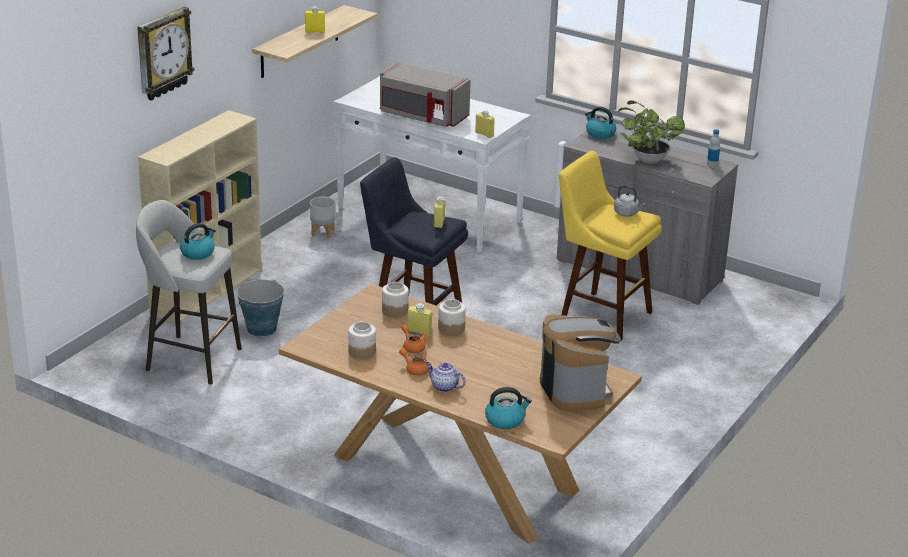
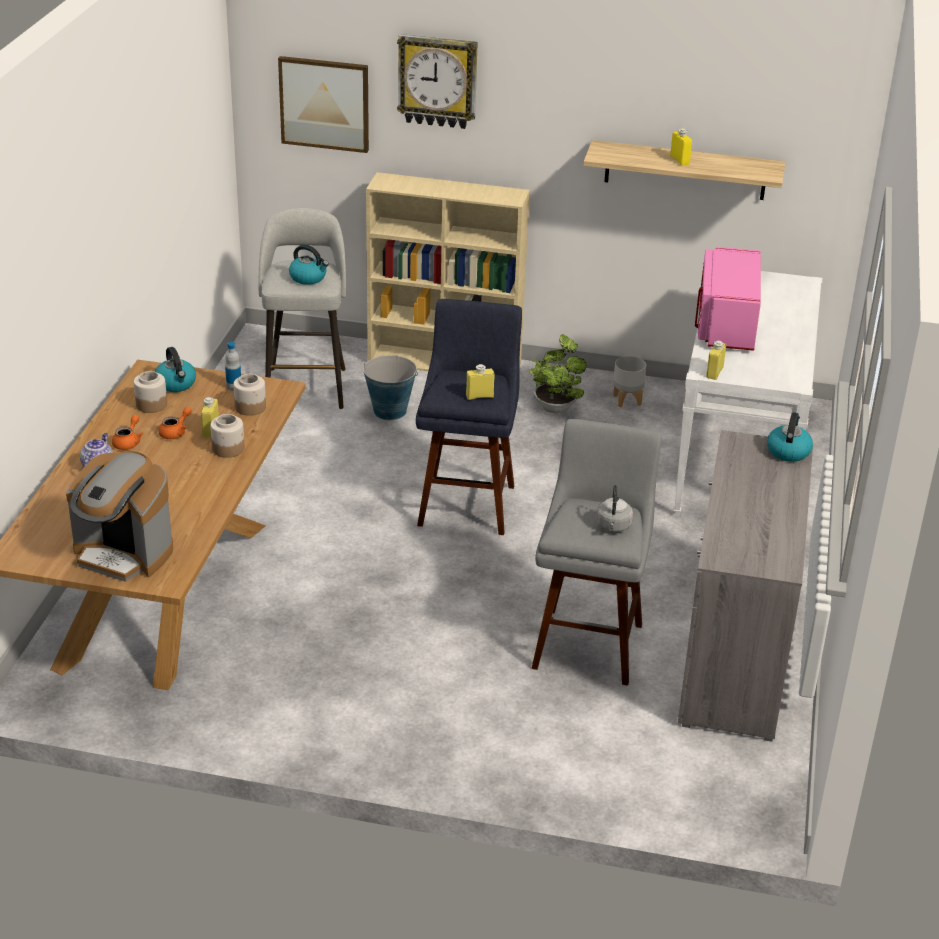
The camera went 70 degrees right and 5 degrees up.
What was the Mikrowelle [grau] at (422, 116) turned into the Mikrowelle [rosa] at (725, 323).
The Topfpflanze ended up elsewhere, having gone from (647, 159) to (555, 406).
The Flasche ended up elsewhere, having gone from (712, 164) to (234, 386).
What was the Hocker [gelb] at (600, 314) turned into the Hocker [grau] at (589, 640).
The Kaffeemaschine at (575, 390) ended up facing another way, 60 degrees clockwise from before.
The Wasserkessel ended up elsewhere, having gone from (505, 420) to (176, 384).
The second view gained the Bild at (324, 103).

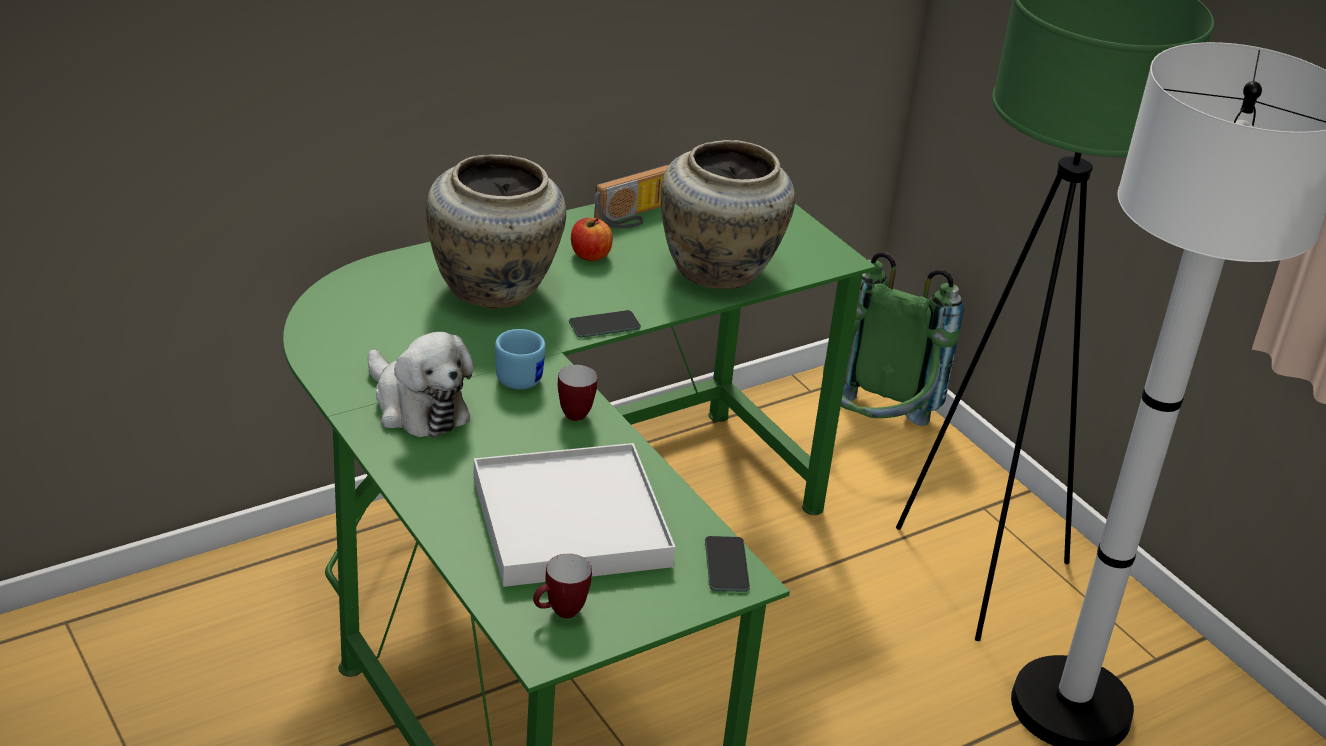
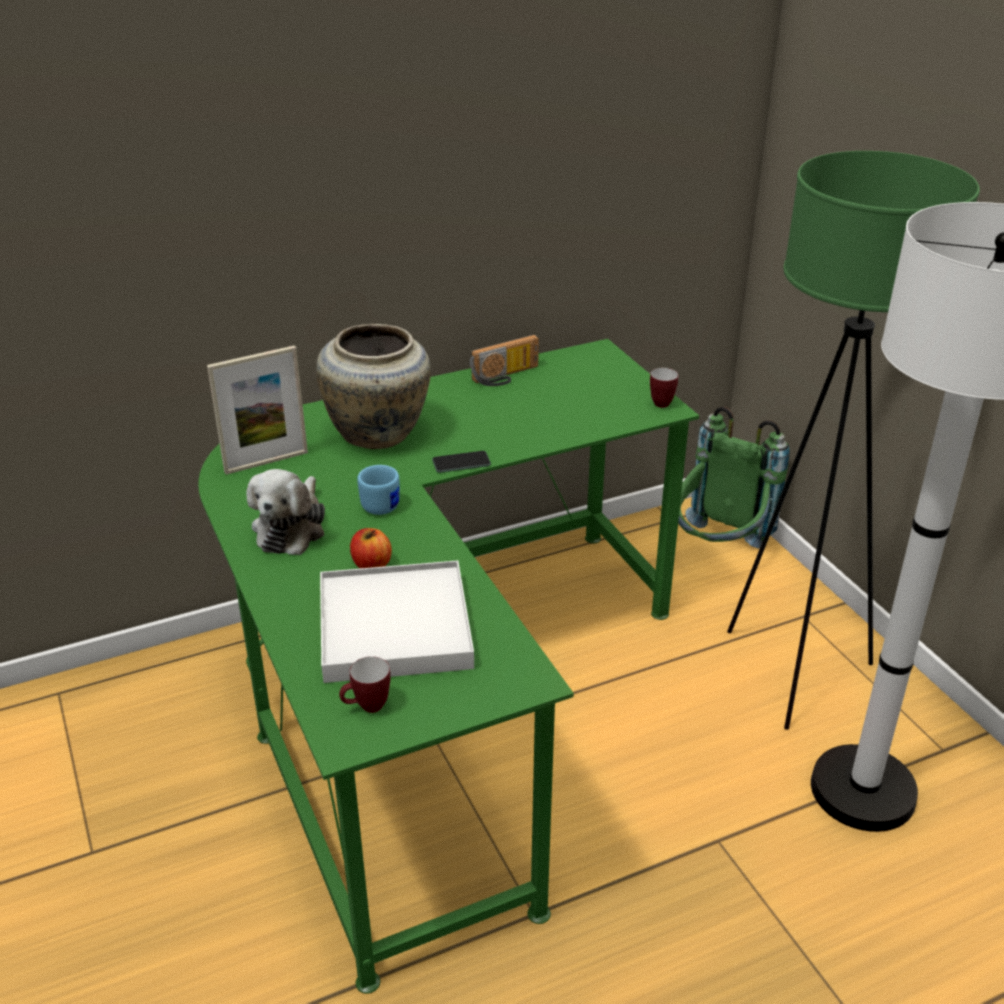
The camera went 10 degrees right and 0 degrees up.
The second view lost the Vase [beige] at (720, 272).
The Apfel ended up elsewhere, having gone from (590, 255) to (371, 564).
The Plüschtier at (417, 406) ended up facing another way, 45 degrees clockwise from before.
The Henkelbecher ended up elsewhere, having gone from (575, 412) to (661, 402).
The second view lost the Handy at (726, 565).
The second view gained the Bilderrahmen at (266, 462).

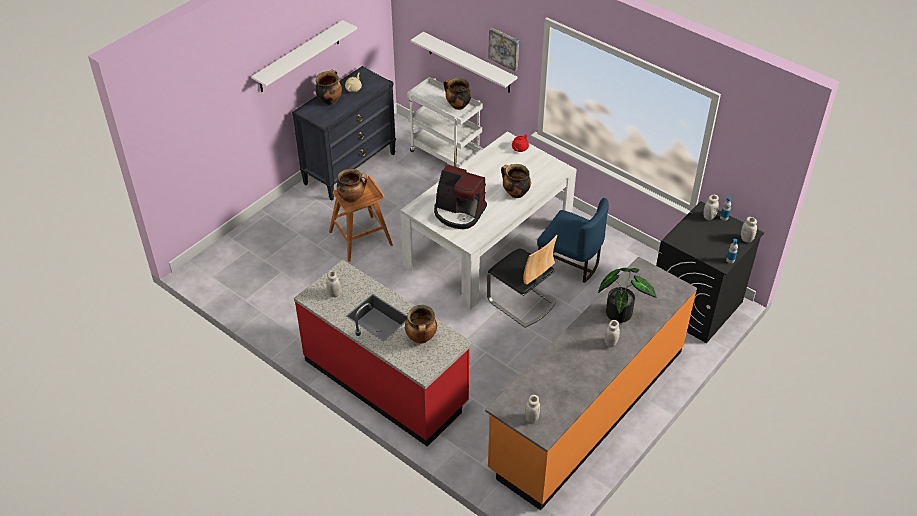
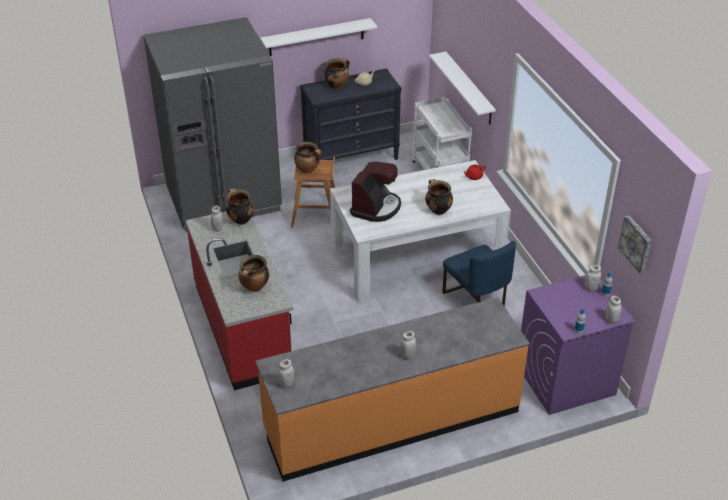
The camera went 30 degrees right and 5 degrees down.
The Bild ended up elsewhere, having gone from (504, 48) to (636, 243).
The Kochtopf ended up elsewhere, having gone from (457, 106) to (240, 220).
The Kaffeemaschine at (459, 212) ended up facing another way, 120 degrees counterclockwise from before.
What was the Waschmaschine [schwarz] at (695, 306) turned into the Waschmaschine [lila] at (565, 380).
The second view lost the Stuhl at (521, 302).
The second view lost the Topfpflanze at (621, 311).
The second view gained the Kühlschrank [grau] at (223, 198).

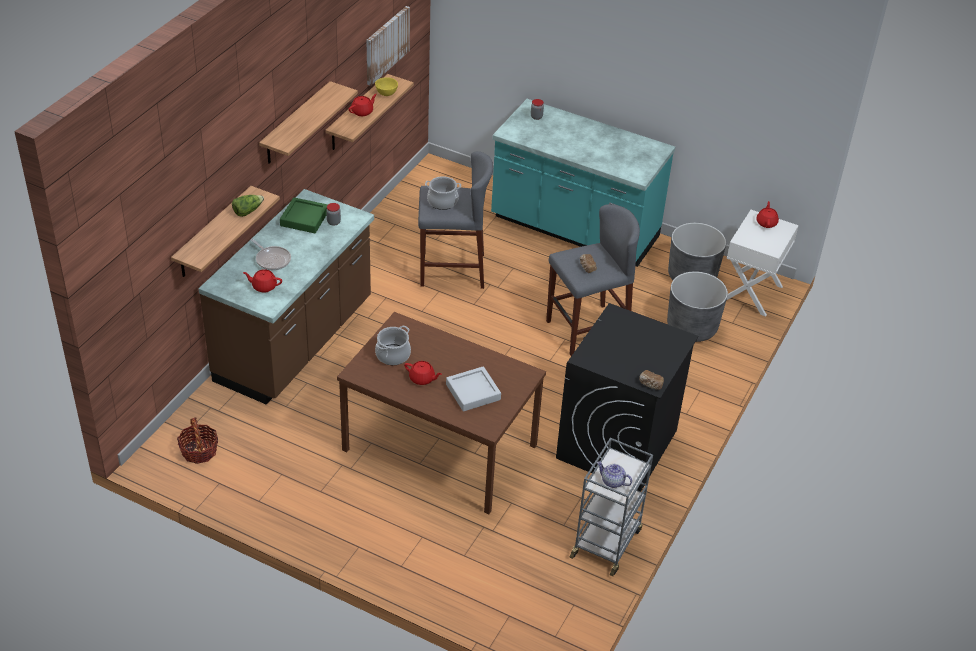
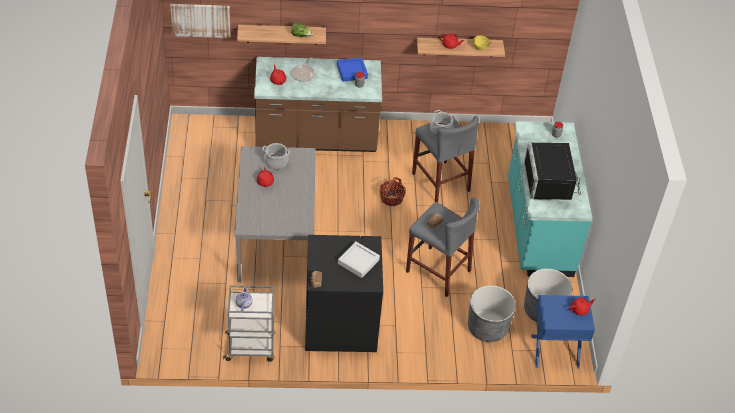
The camera went 60 degrees right and 5 degrees up.
The Bild ended up elsewhere, having gone from (386, 45) to (201, 20).
The second view lost the Wandregal at (296, 124).
What was the Tablett [grün] at (304, 219) turned into the Tablett [blau] at (352, 71).
What was the Nachttisch [weiß] at (752, 293) turned into the Nachttisch [blau] at (555, 352).
What was the Esstisch [braun] at (441, 447) turned into the Esstisch [grau] at (277, 239).
The Tablett [grau] ended up elsewhere, having gone from (473, 392) to (358, 261).
The Korb ended up elsewhere, having gone from (199, 451) to (391, 198).
The second view gained the Mikrowelle [schwarz] at (551, 182).

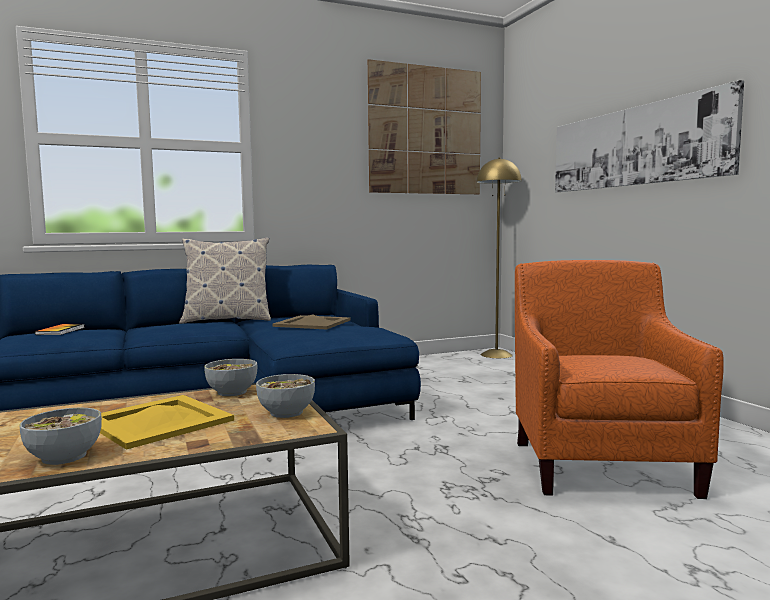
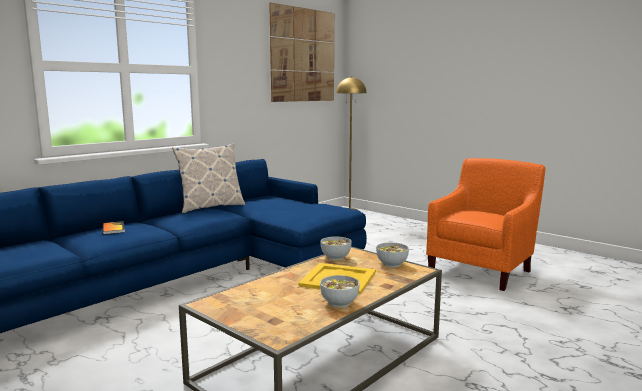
The camera went 25 degrees left and 5 degrees up.
The second view lost the Bild at (634, 146).
The Sessel [orange] at (601, 462) ended up facing another way, 60 degrees clockwise from before.
The second view lost the Tablett [beige] at (312, 323).

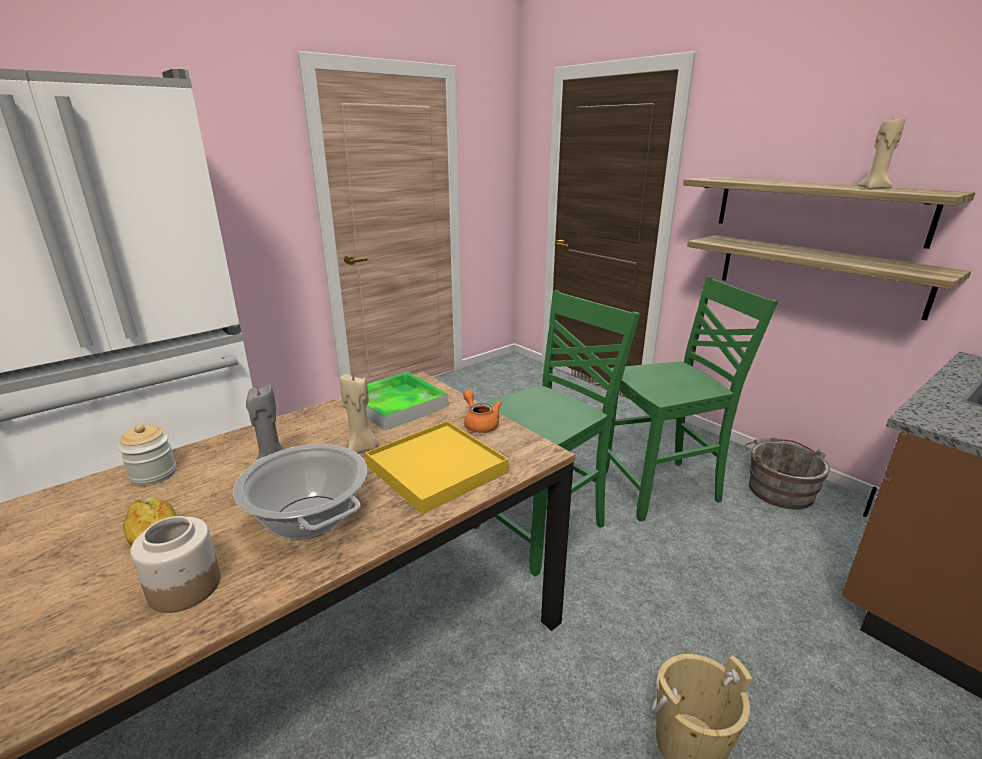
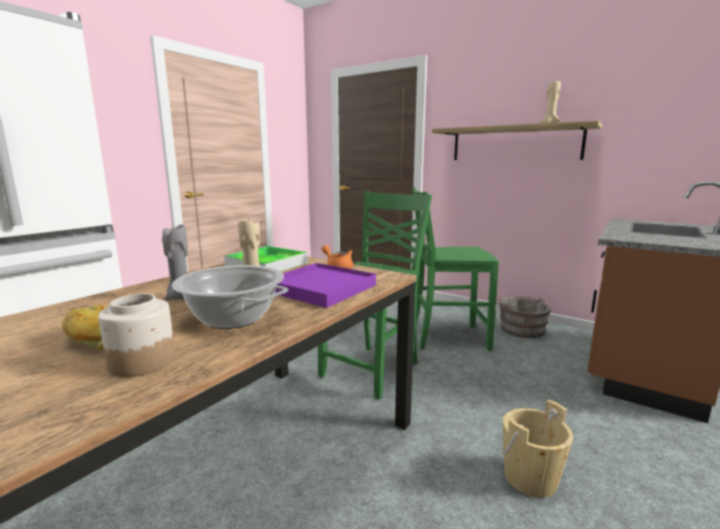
The camera went 15 degrees left and 10 degrees down.
The second view lost the Wandregal at (818, 274).
The Stuhl [grün] at (662, 488) ended up facing another way, 150 degrees counterclockwise from before.
What was the Tablett [gelb] at (436, 469) turned into the Tablett [lila] at (321, 288).
The second view lost the Vorratsglas at (153, 474).

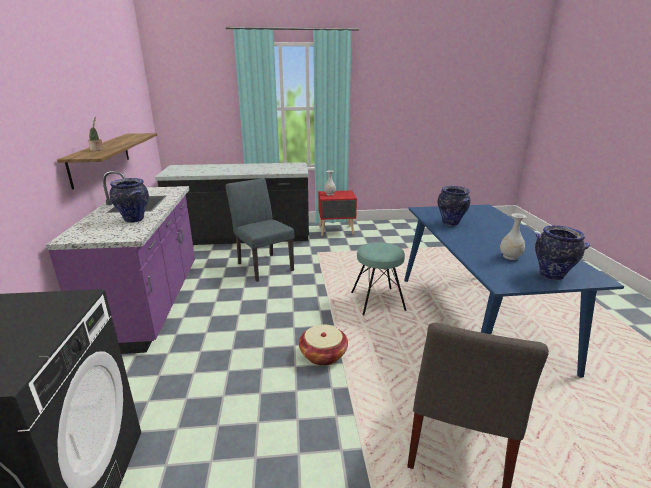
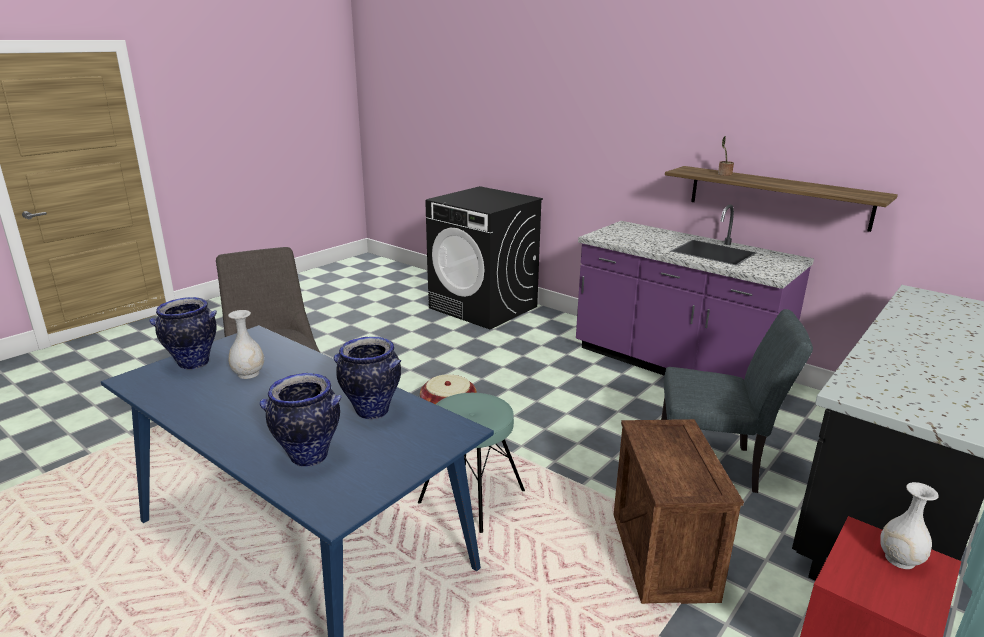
The camera went 135 degrees right and 0 degrees up.
The Vase ended up elsewhere, having gone from (134, 220) to (308, 457).
The second view gained the Kiste at (664, 556).

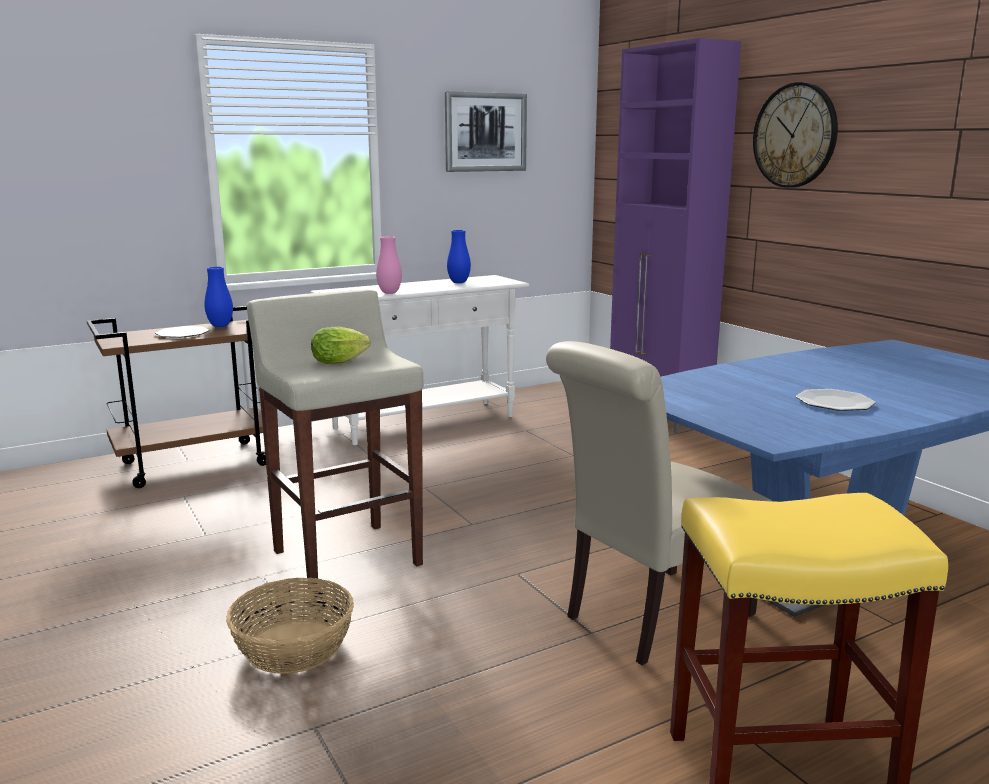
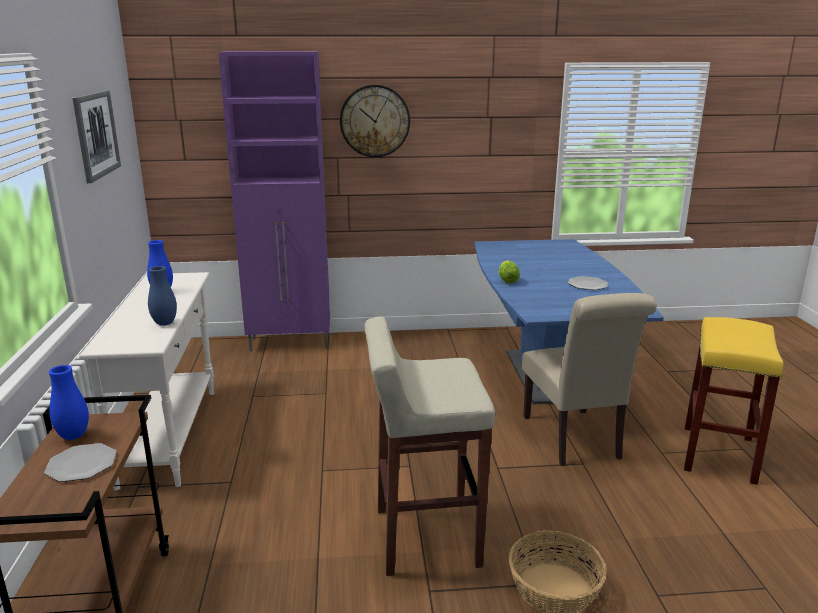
The camera went 65 degrees left and 5 degrees up.
What was the Vase [rosa] at (389, 293) turned into the Vase [blau] at (165, 323).
The Salatkopf ended up elsewhere, having gone from (342, 362) to (507, 280).

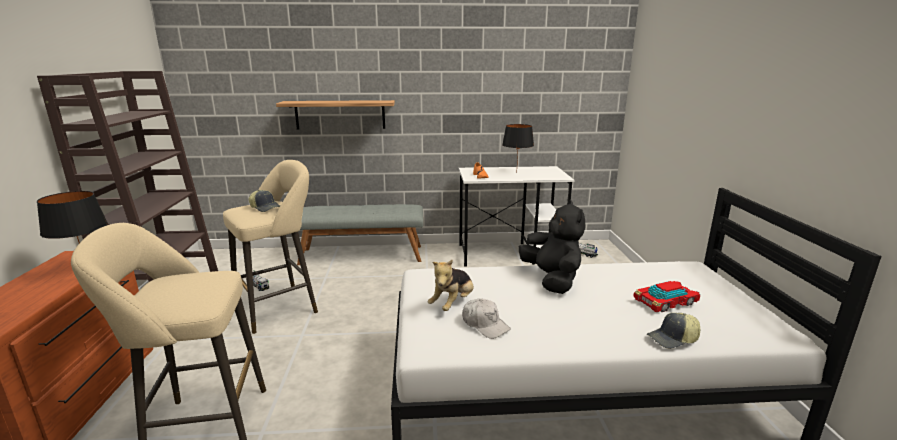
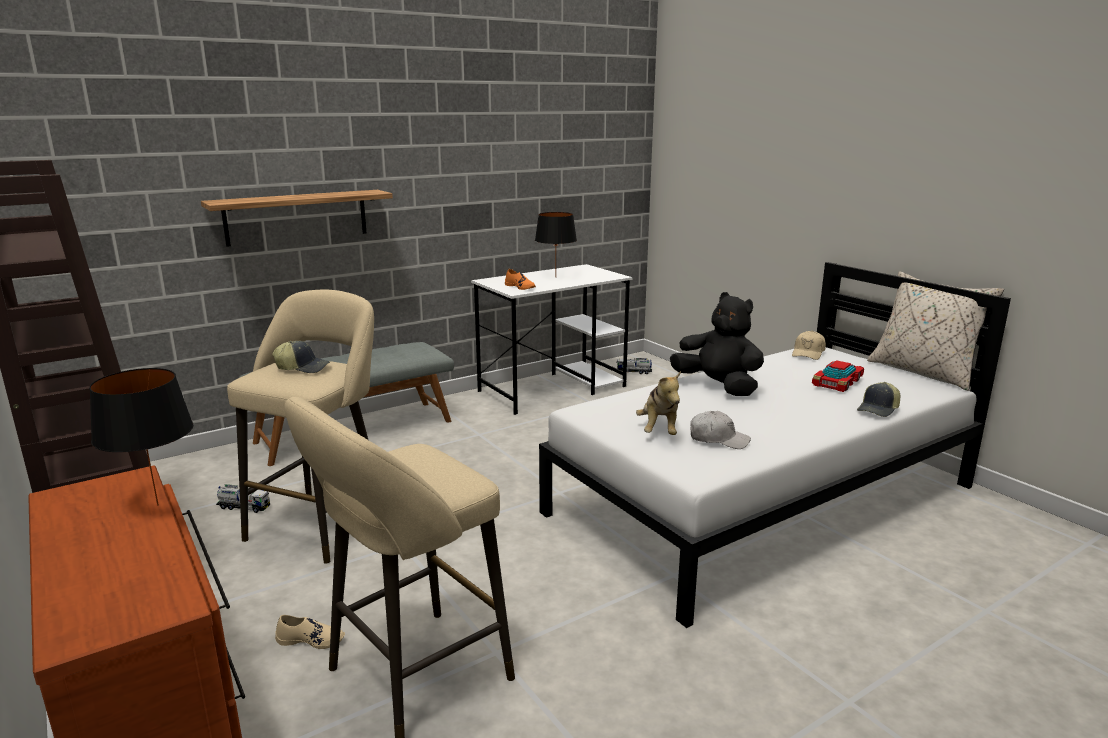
The camera went 30 degrees left and 0 degrees up.
The second view gained the Kissen [beige] at (924, 372).
The second view gained the Kappe [beige] at (808, 353).
The second view gained the Schuh [beige] at (311, 640).

